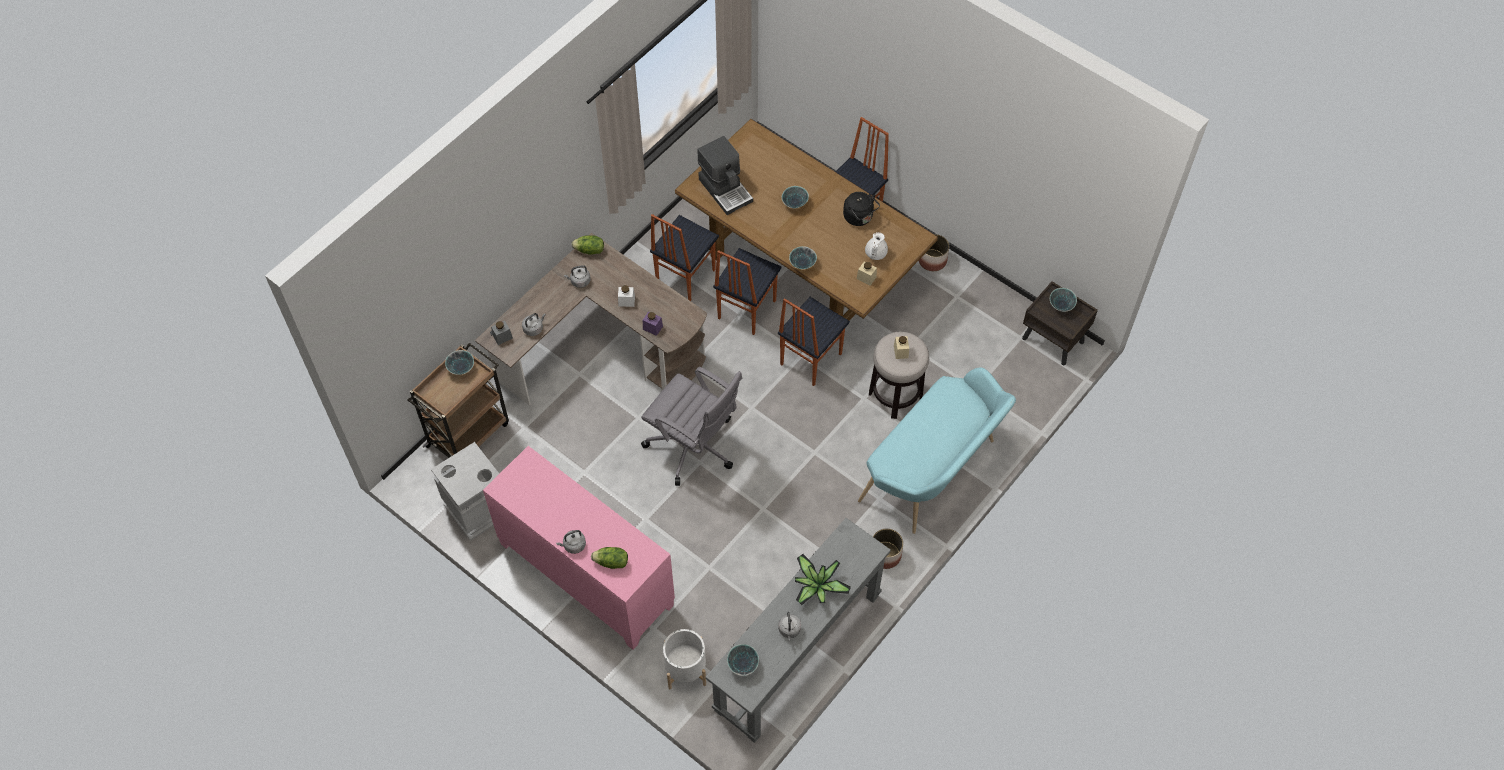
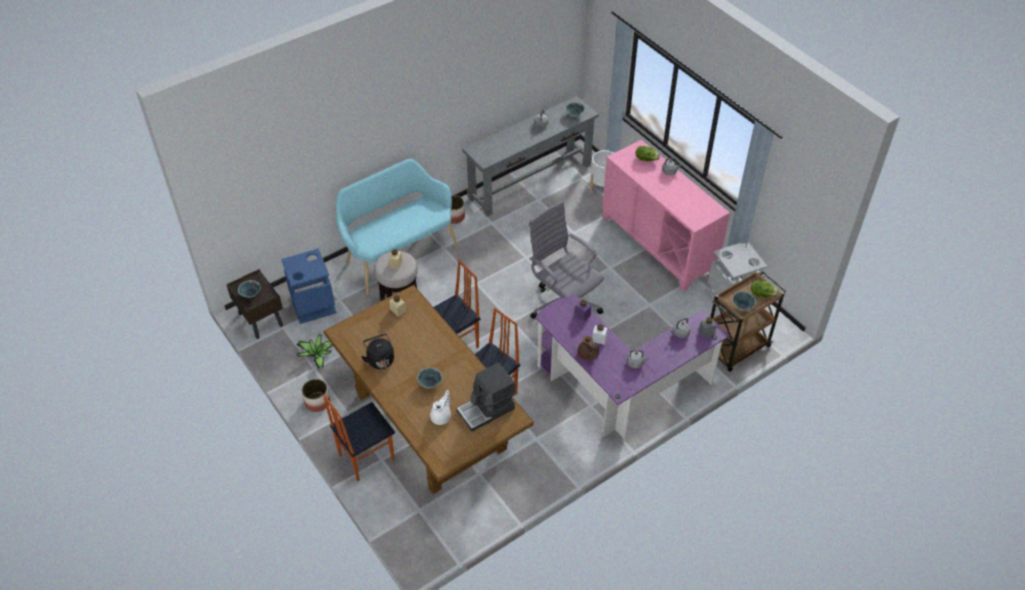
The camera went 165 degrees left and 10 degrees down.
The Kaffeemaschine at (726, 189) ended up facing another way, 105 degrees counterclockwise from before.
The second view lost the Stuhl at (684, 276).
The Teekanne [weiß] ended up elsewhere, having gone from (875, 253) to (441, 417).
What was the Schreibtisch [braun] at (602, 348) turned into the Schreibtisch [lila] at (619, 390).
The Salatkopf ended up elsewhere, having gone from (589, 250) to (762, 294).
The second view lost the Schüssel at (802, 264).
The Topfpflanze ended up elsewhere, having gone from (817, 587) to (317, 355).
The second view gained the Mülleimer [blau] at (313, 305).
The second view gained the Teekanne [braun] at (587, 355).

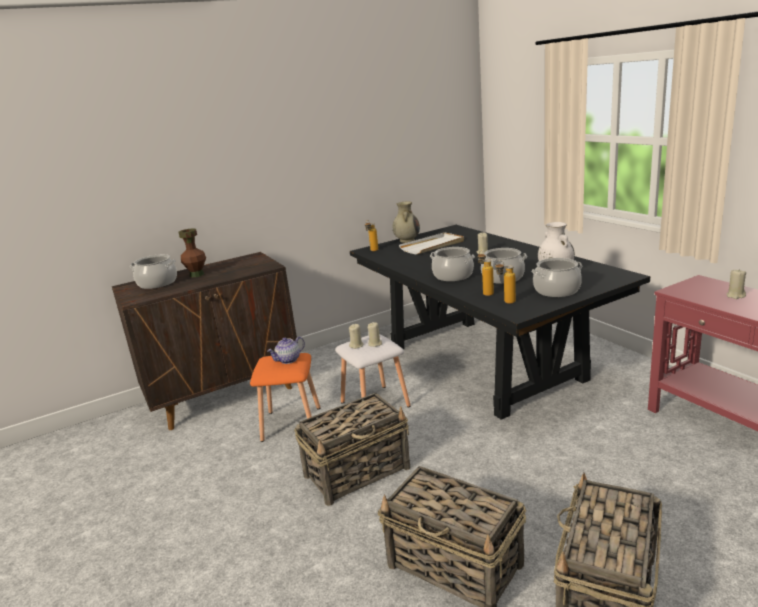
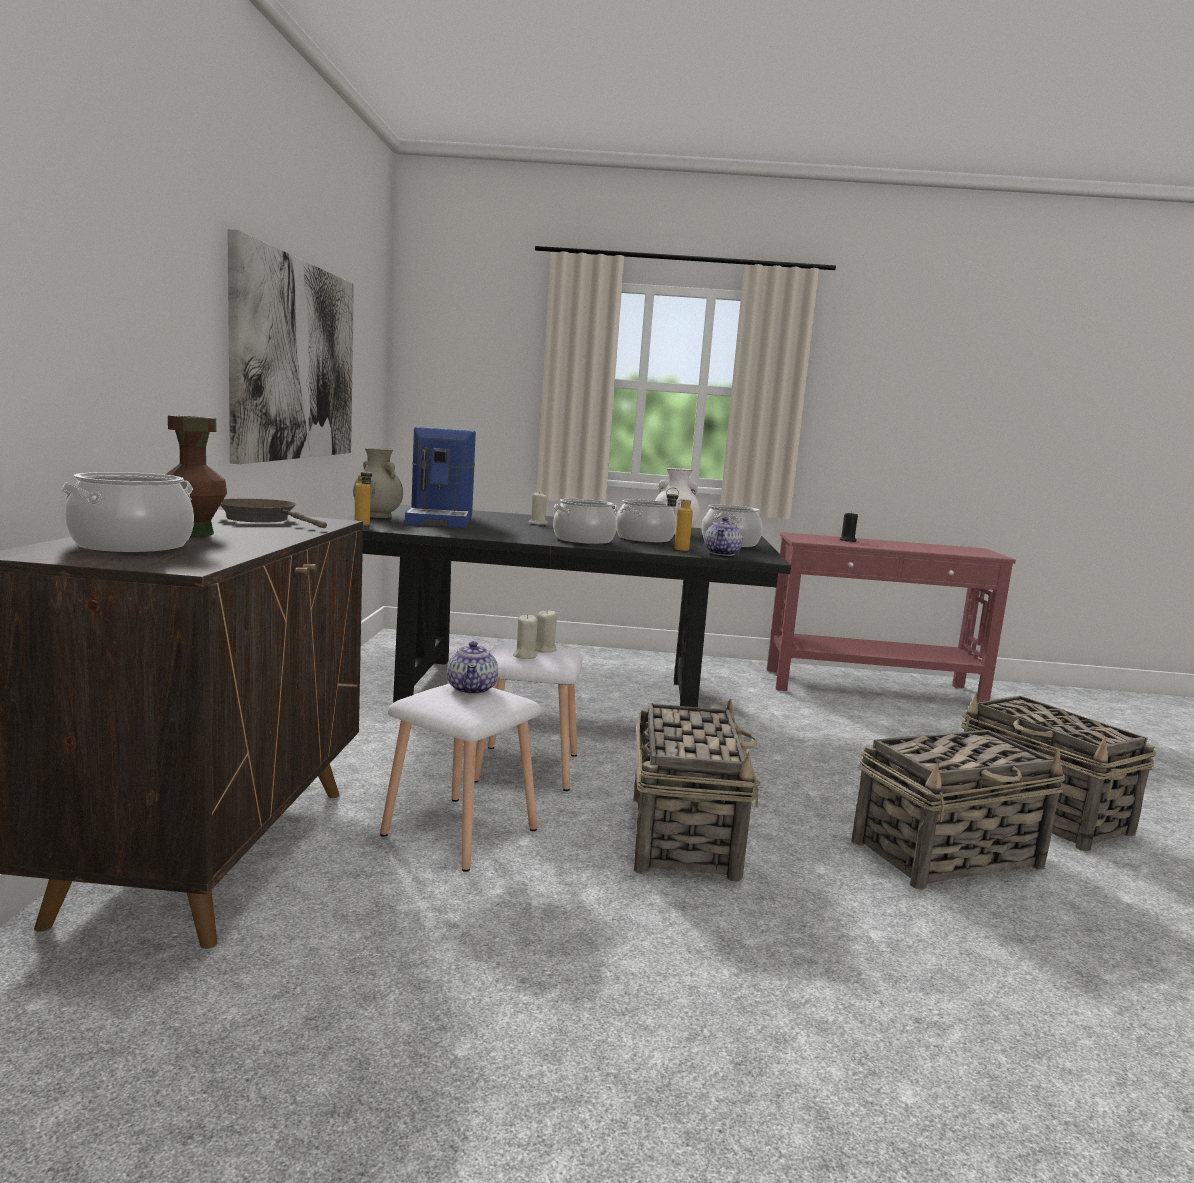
The camera went 60 degrees left and 10 degrees down.
Where the Tablett [weiß] stood at (433, 245), the Kaffeemaschine came to stand at (442, 519).
Where the Flasche stood at (505, 302), the Teekanne came to stand at (722, 553).
What was the Kerze [beige] at (735, 296) turned into the Kerze [schwarz] at (848, 540).
What was the Hocker [orange] at (292, 424) turned into the Hocker [weiß] at (462, 832).
The second view gained the Bild at (296, 361).
The second view gained the Pfanne [braun] at (263, 519).

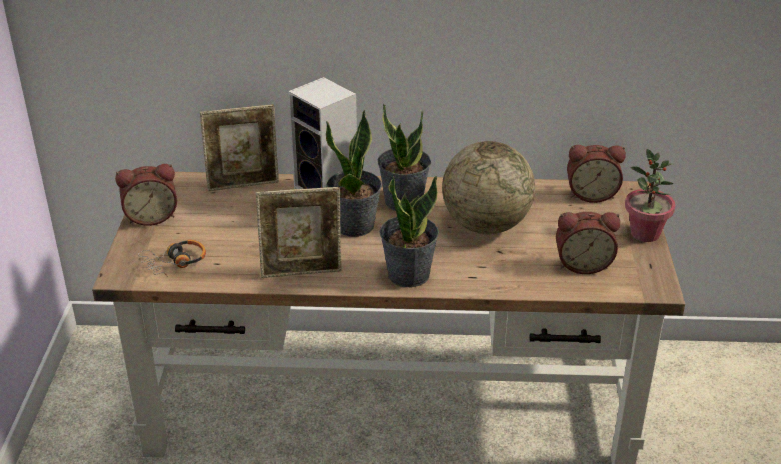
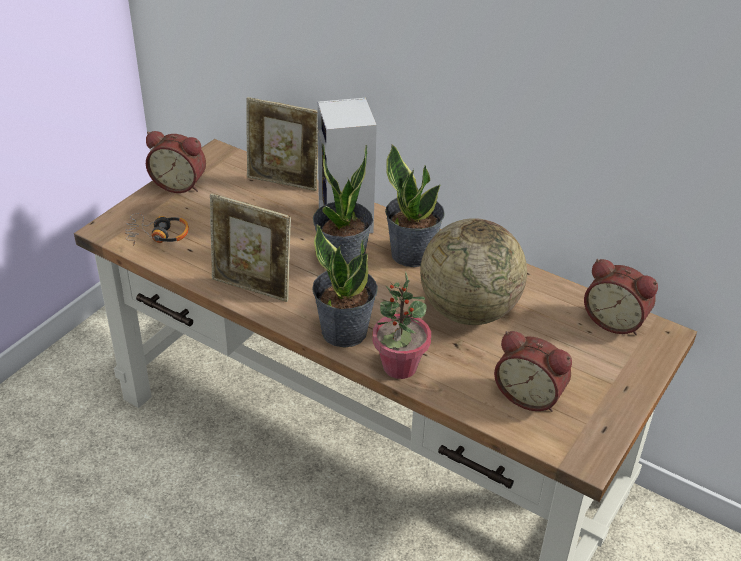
The camera went 30 degrees right and 5 degrees up.
The Topfpflanze ended up elsewhere, having gone from (645, 234) to (399, 367).

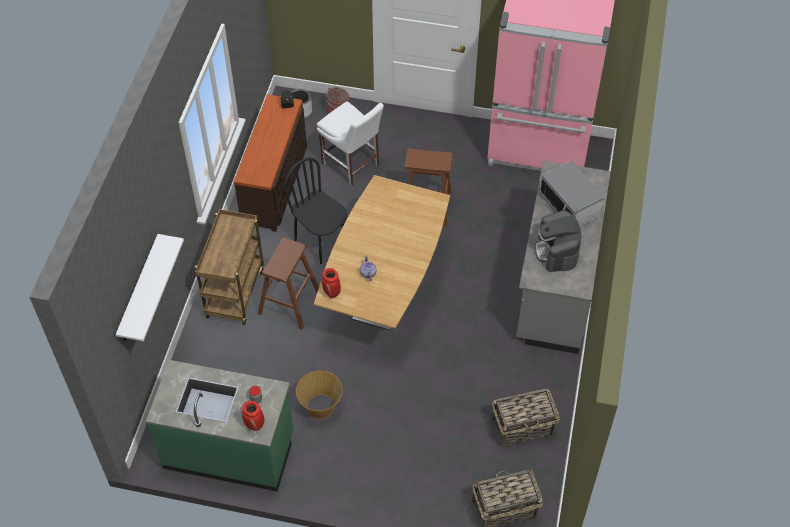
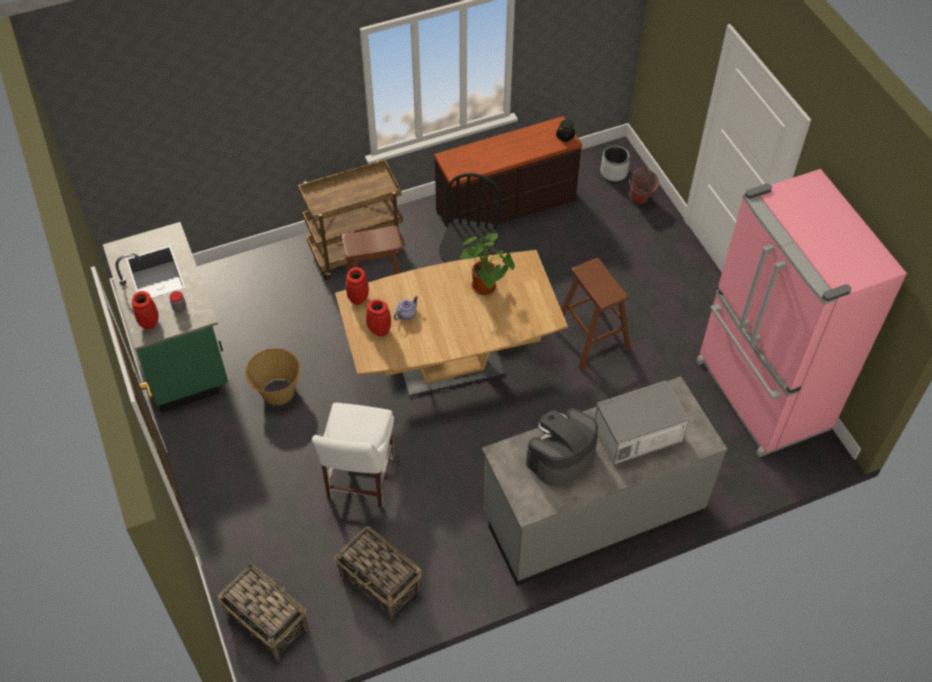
The camera went 55 degrees right and 0 degrees up.
The Stuhl [weiß] ended up elsewhere, having gone from (352, 166) to (359, 481).
The Mikrowelle at (569, 206) ended up facing another way, 45 degrees clockwise from before.
The second view lost the Wandregal [weiß] at (139, 290).
The second view gained the Topfpflanze at (486, 288).
The second view gained the Vase [rot] at (379, 330).

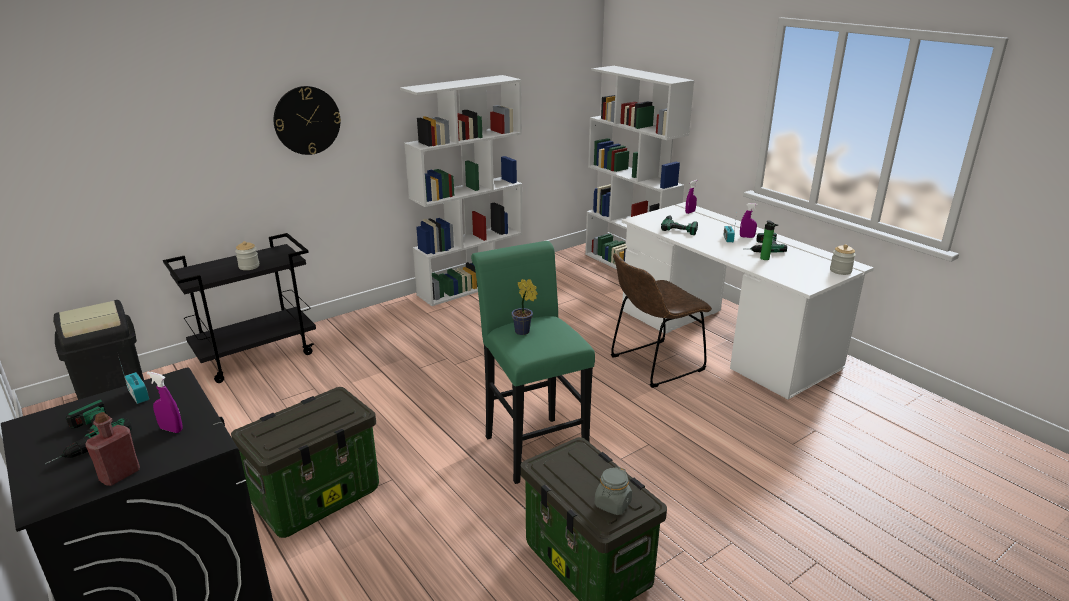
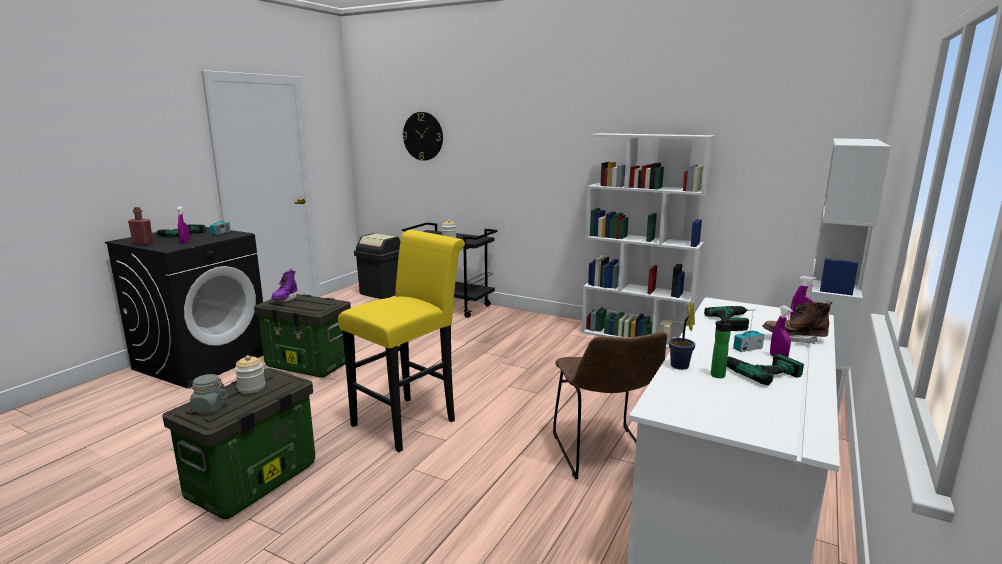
The camera went 65 degrees right and 10 degrees down.
The Wanduhr ended up elsewhere, having gone from (307, 120) to (423, 136).
What was the Hocker [grün] at (532, 444) turned into the Hocker [gelb] at (409, 420).
The Vorratsglas ended up elsewhere, having gone from (840, 271) to (251, 388).
The Stuhl [braun] at (653, 365) ended up facing another way, 135 degrees counterclockwise from before.
The Topfpflanze ended up elsewhere, having gone from (524, 332) to (680, 367).
The second view gained the Stiefel [lila] at (285, 299).
The second view gained the Stiefel [braun] at (794, 339).

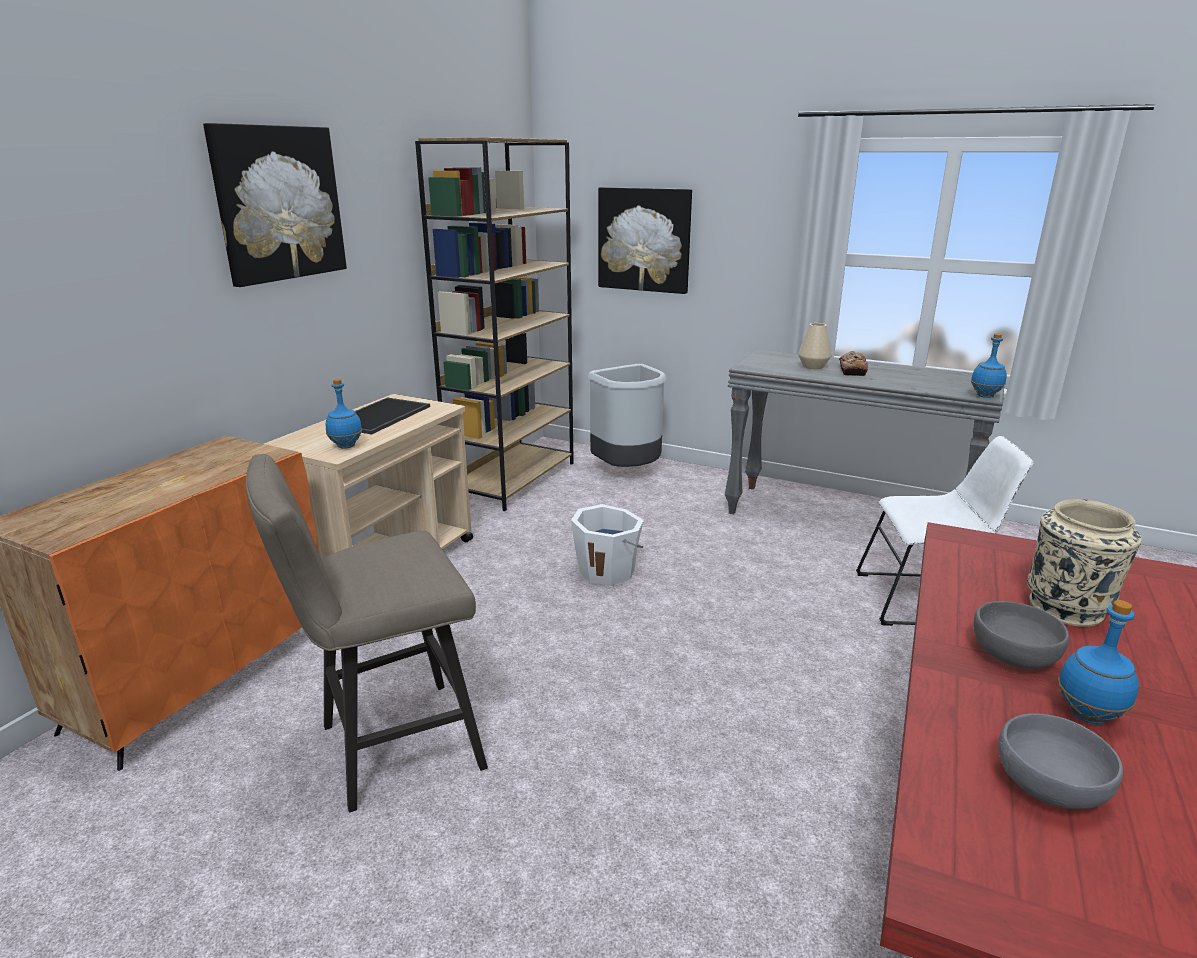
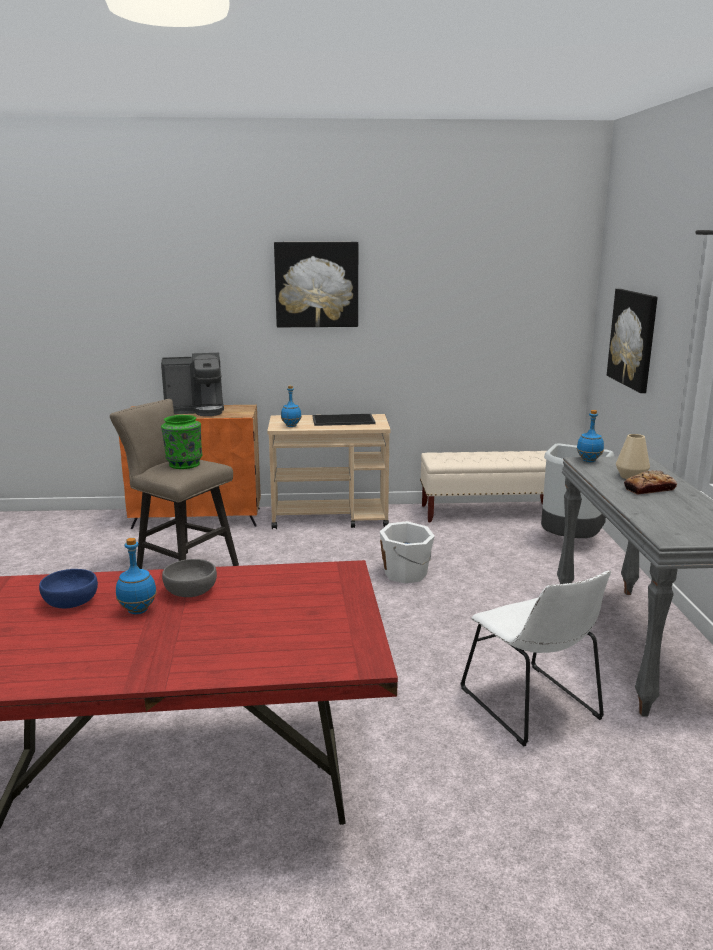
The camera went 60 degrees right and 5 degrees down.
Where the Bücherregal [braun] stood at (512, 479), the Bank [beige] came to stand at (488, 513).
The Flasche [blau] ended up elsewhere, having gone from (984, 396) to (588, 461).
The second view lost the Vase [beige] at (1066, 607).
What was the Schüssel [grau] at (1051, 786) turned into the Schüssel [blau] at (70, 602).
The second view gained the Kaffeemaschine at (196, 410).
The second view gained the Vase [grün] at (183, 464).

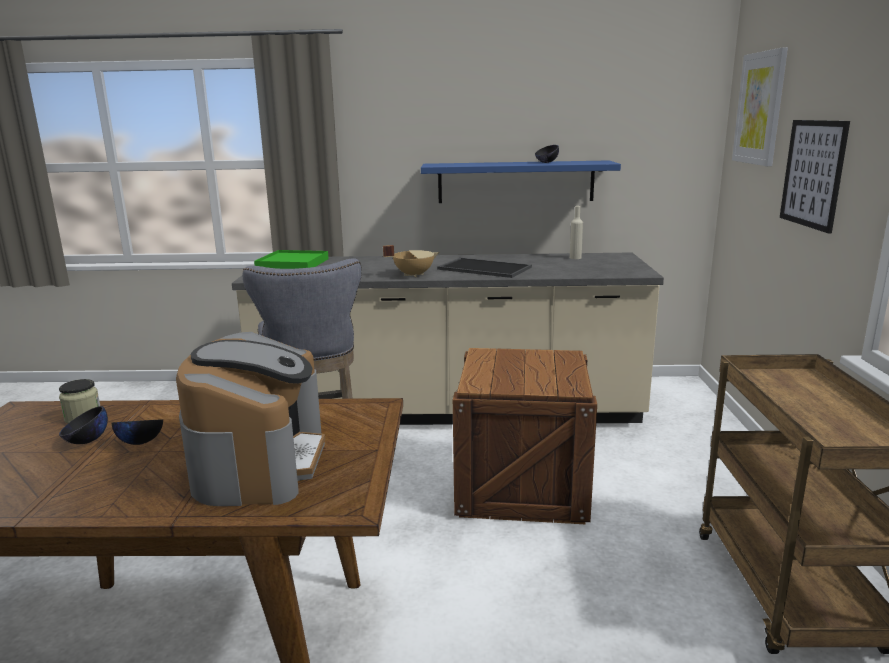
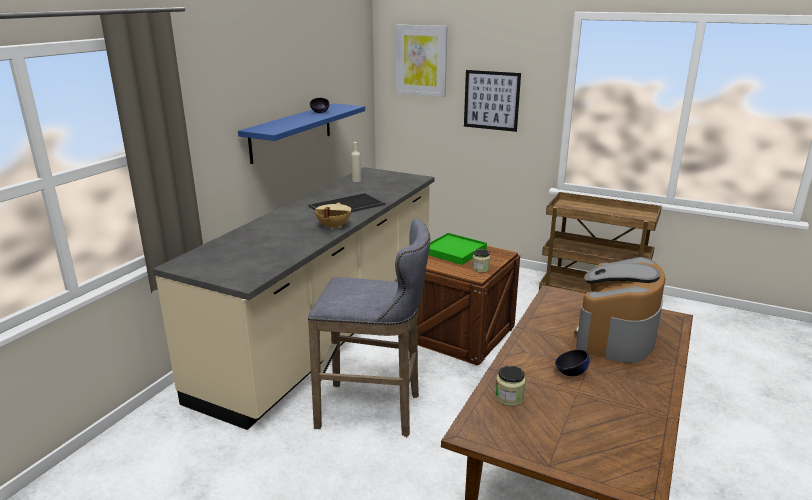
The camera went 65 degrees left and 5 degrees up.
The Tablett [grün] ended up elsewhere, having gone from (292, 264) to (454, 251).
The Kaffeemaschine at (259, 461) ended up facing another way, 90 degrees counterclockwise from before.
The second view lost the Schüssel [schwarz] at (86, 441).
The second view gained the Vorratsglas at (481, 269).

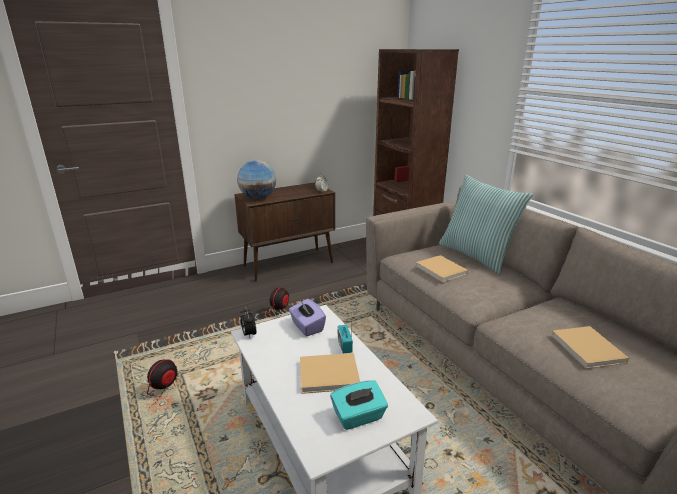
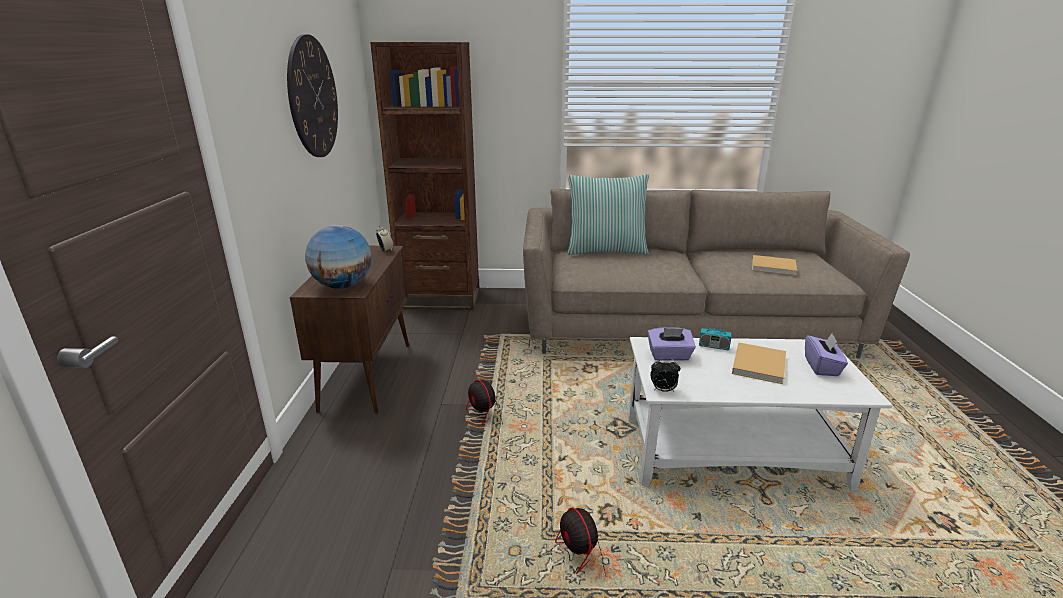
The camera went 60 degrees left and 0 degrees up.
The second view lost the Buch [beige] at (442, 270).
What was the Taschentuchbox [türkis] at (359, 417) turned into the Taschentuchbox [lila] at (822, 367).
The second view gained the Wanduhr at (313, 97).

